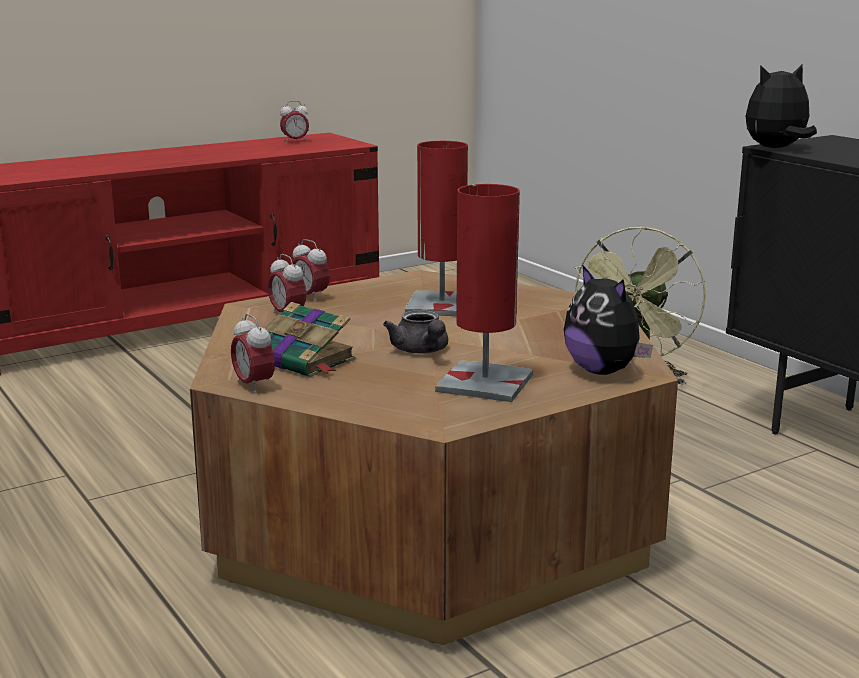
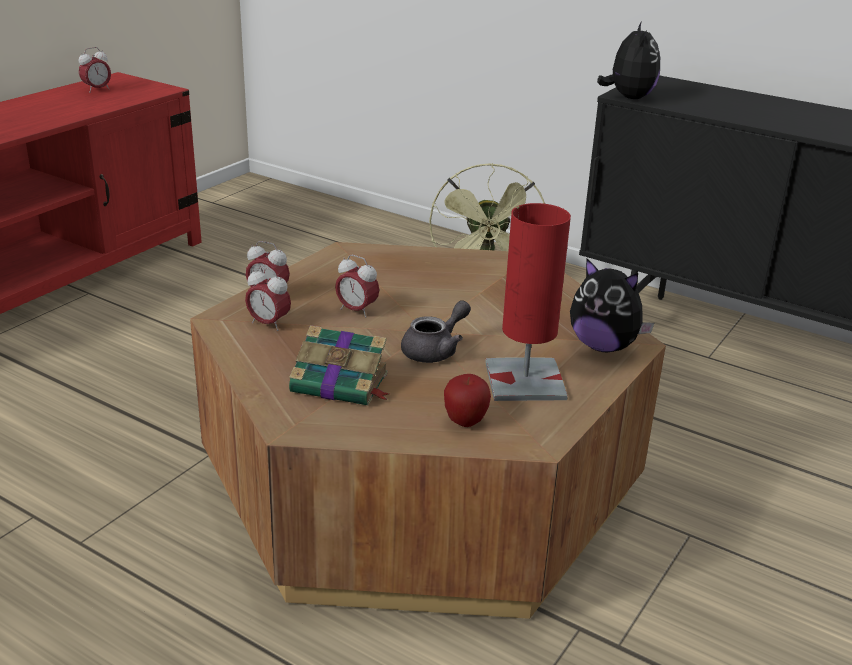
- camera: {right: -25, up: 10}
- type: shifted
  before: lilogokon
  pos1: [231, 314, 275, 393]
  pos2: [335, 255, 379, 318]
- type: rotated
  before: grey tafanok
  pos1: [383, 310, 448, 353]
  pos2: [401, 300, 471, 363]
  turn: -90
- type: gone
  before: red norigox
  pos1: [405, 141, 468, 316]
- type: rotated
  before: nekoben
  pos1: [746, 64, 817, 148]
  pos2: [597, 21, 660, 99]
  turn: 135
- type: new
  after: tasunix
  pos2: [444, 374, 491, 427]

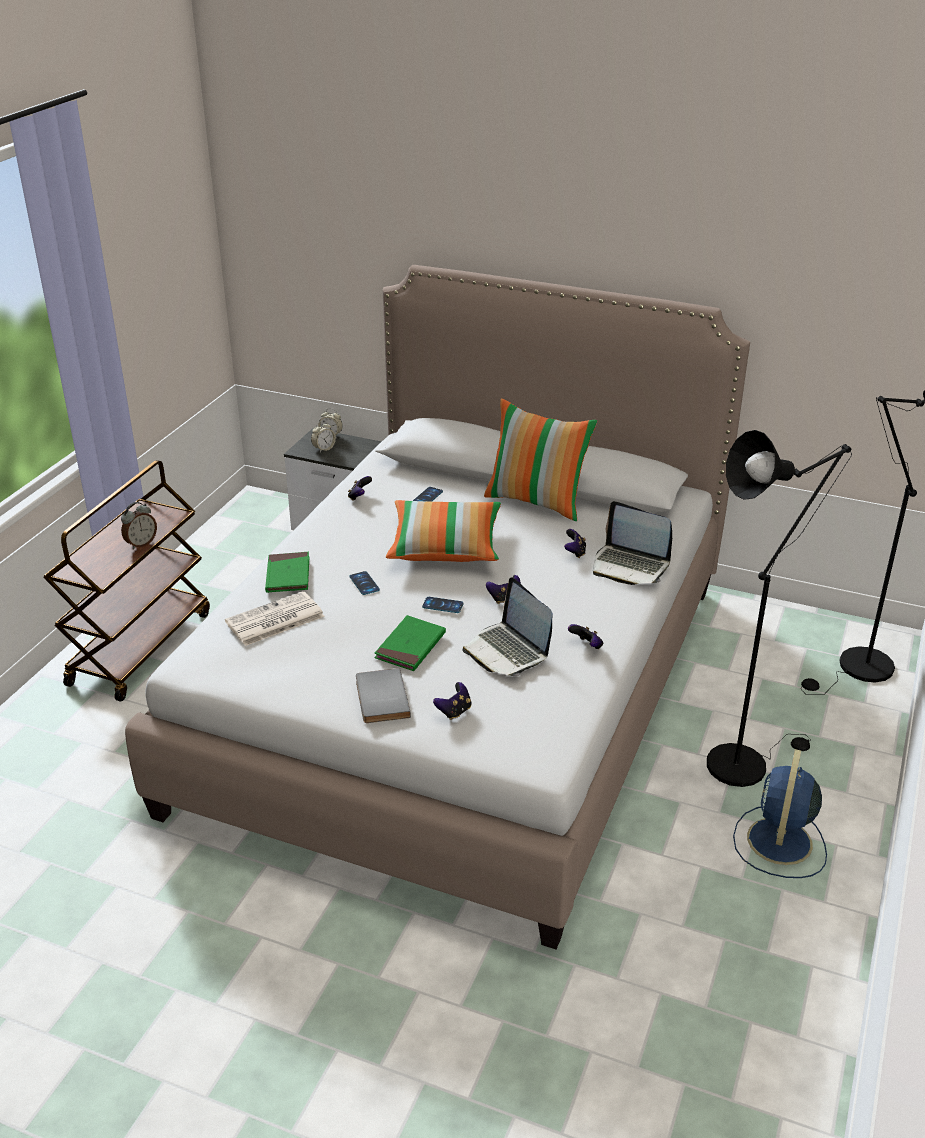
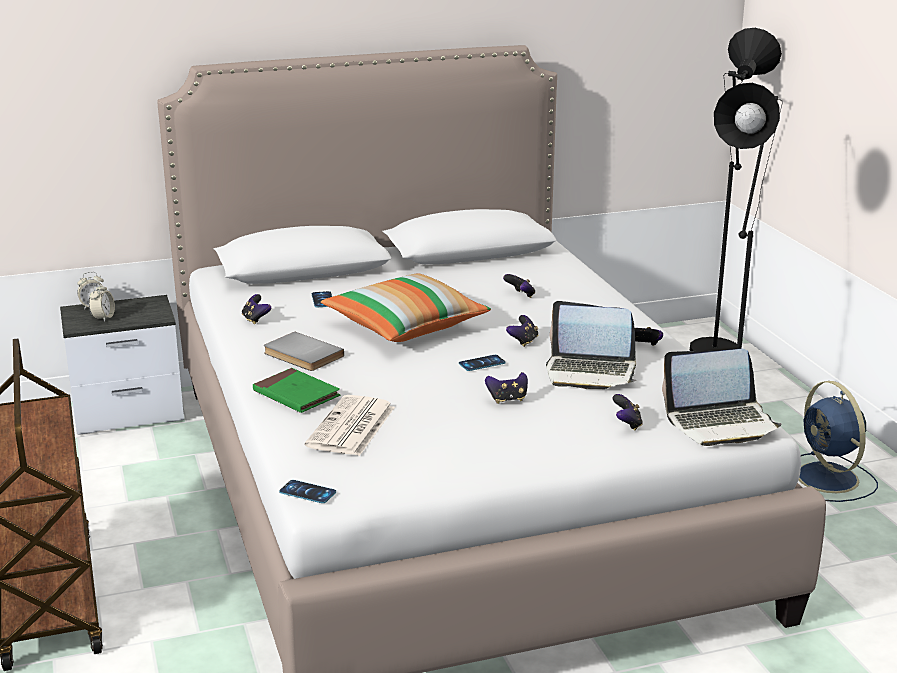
- camera: {right: -40, up: -10}
- type: gone
  before: lilogokon
  pos1: [121, 502, 157, 549]
- type: shifted
  before: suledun
  pos1: [349, 571, 380, 595]
  pos2: [279, 480, 336, 503]
- type: shifted
  before: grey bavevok
  pos1: [356, 668, 411, 723]
  pos2: [264, 332, 344, 371]
- type: swapped
  before: green bavevok
  after: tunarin
  pos1: [374, 615, 446, 671]
  pos2: [485, 372, 528, 404]
- type: gone
  before: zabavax
  pos1: [484, 399, 597, 521]
- type: shifted
  before: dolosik
  pos1: [593, 501, 672, 585]
  pos2: [662, 349, 782, 446]

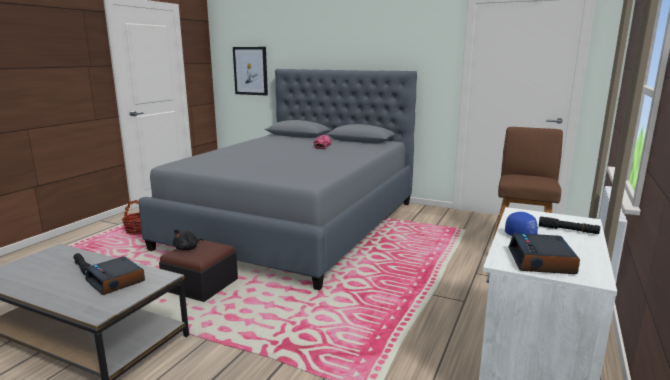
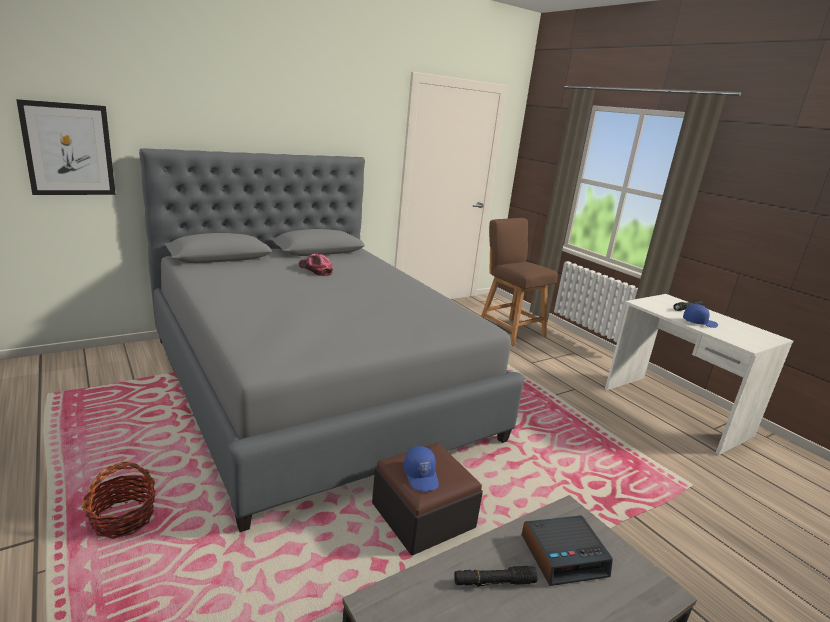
- camera: {right: -60, up: 5}
- type: swapped
  before: black nekoben
  after: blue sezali
  pos1: [173, 229, 204, 250]
  pos2: [404, 446, 439, 491]
- type: gone
  before: lilogokon
  pos1: [509, 233, 580, 274]

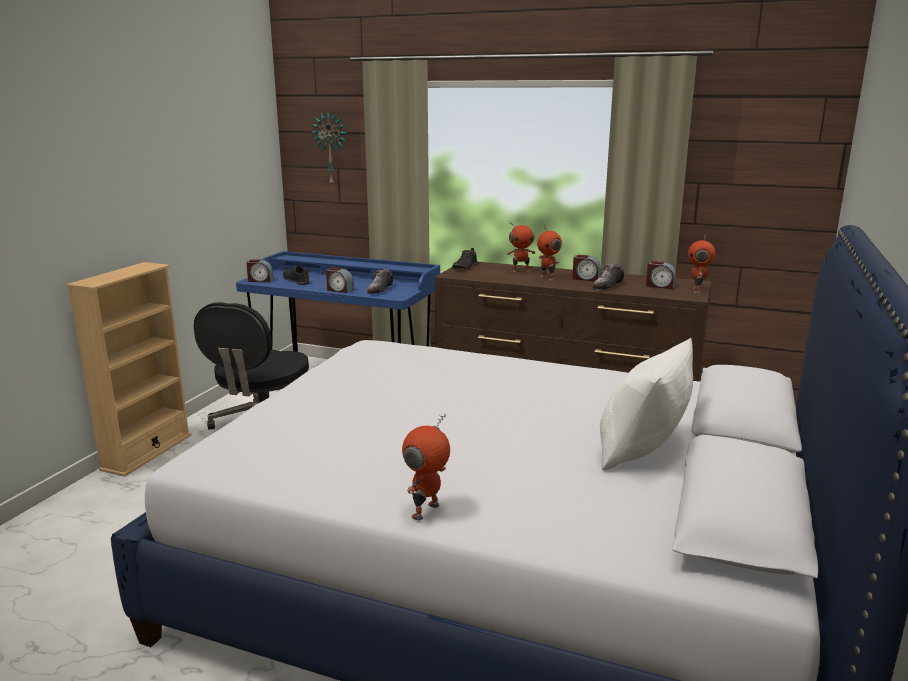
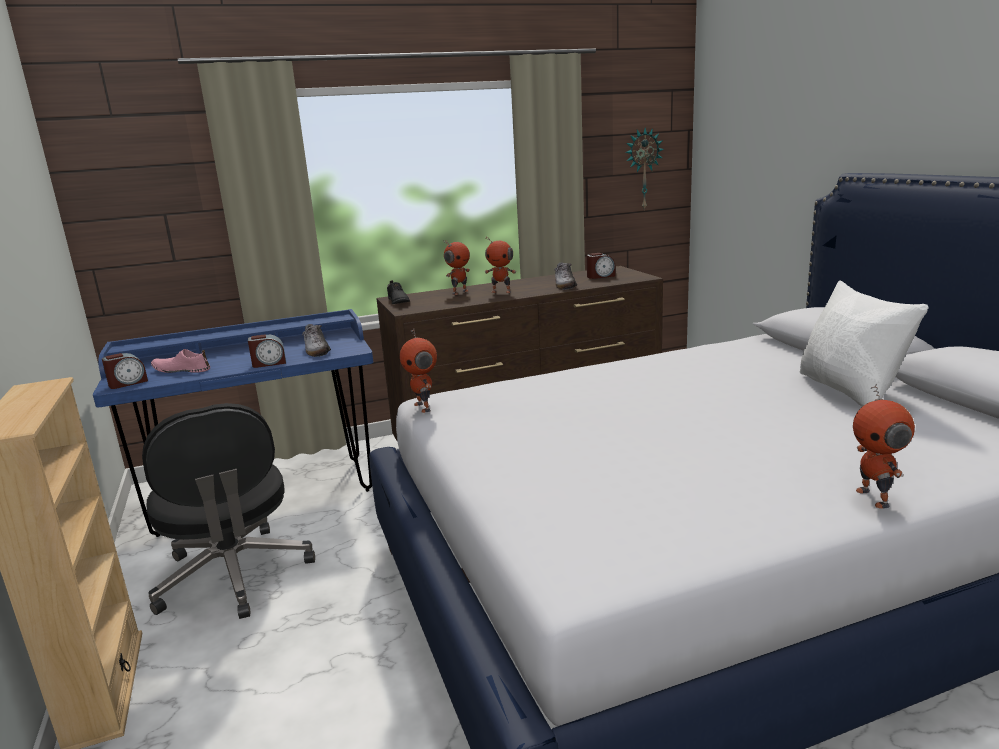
- camera: {right: -40, up: 0}
- type: repainted
  before: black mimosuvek
  after: pink mimosuvek
  pos1: [283, 266, 310, 285]
  pos2: [151, 349, 210, 373]
- type: shifted
  before: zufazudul
  pos1: [312, 112, 346, 185]
  pos2: [625, 128, 664, 211]
- type: gone
  before: lilogokon
  pos1: [572, 255, 601, 281]
- type: shifted
  before: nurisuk
  pos1: [688, 235, 715, 294]
  pos2: [400, 330, 437, 413]

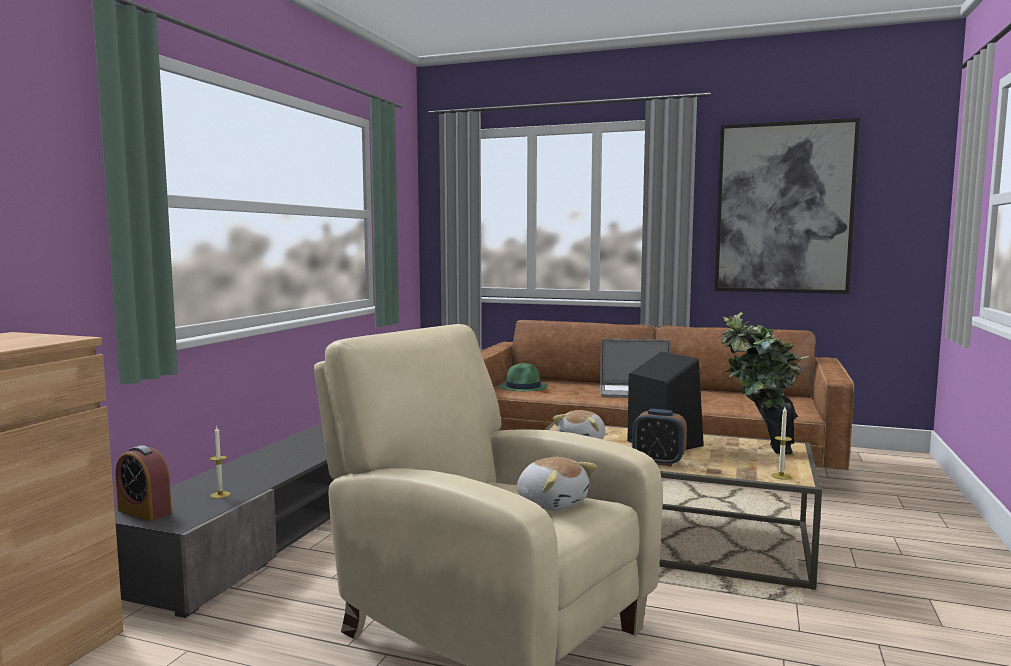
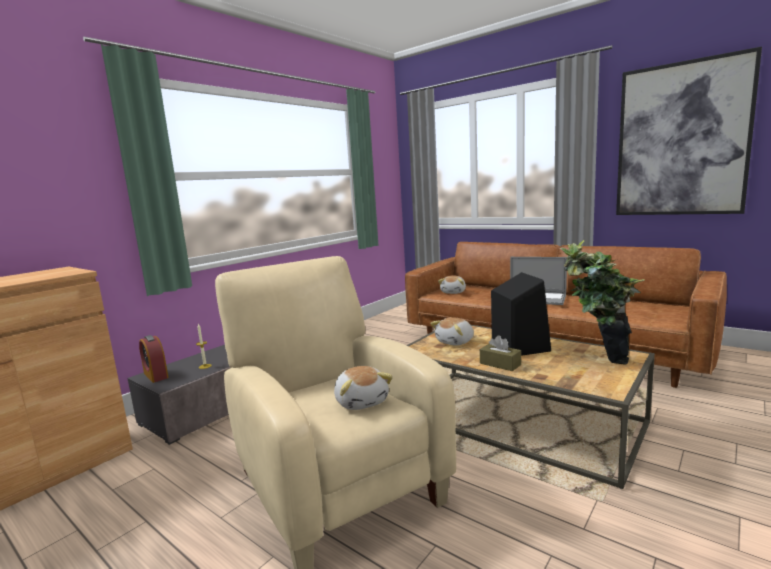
- camera: {right: 20, up: 5}
- type: swapped
  before: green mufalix
  after: nekoben
  pos1: [499, 363, 548, 391]
  pos2: [438, 275, 466, 294]
- type: swapped
  before: lilogokon
  after: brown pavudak
  pos1: [632, 409, 687, 466]
  pos2: [480, 335, 521, 371]
- type: gone
  before: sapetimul
  pos1: [771, 407, 792, 480]

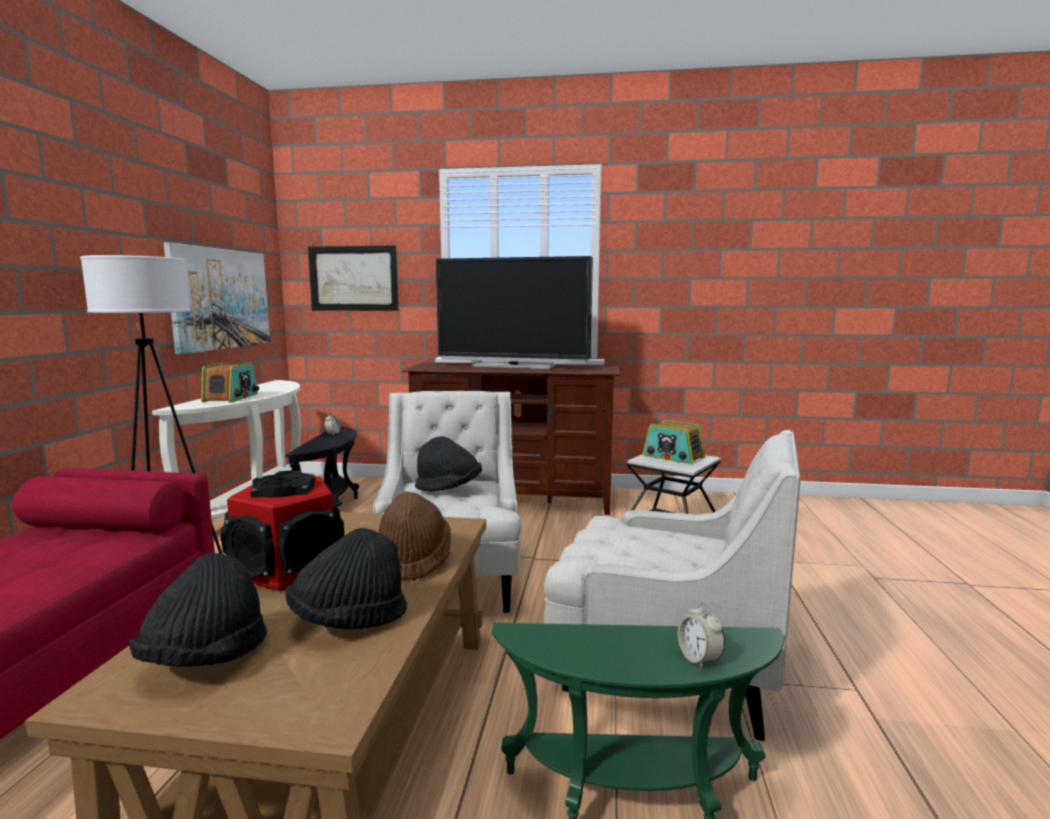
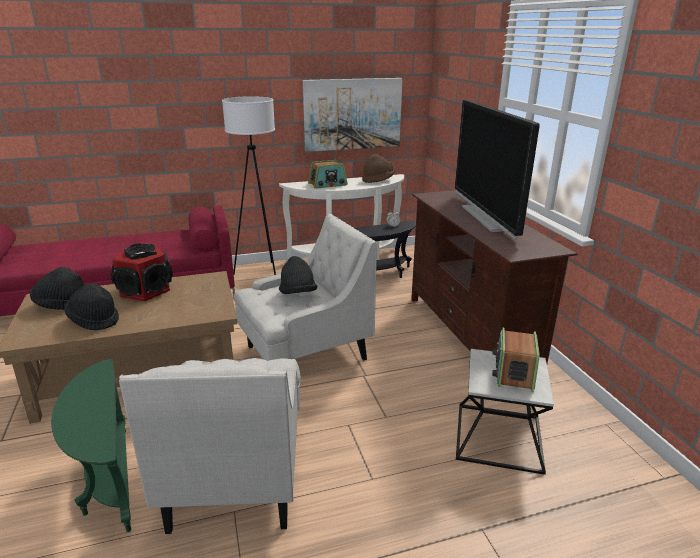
- camera: {right: 65, up: 15}
- type: gone
  before: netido
  pos1: [308, 246, 398, 311]
- type: shifted
  before: brown mufalix
  pos1: [378, 491, 451, 581]
  pos2: [362, 154, 395, 183]
- type: gone
  before: lilogokon
  pos1: [678, 601, 725, 669]

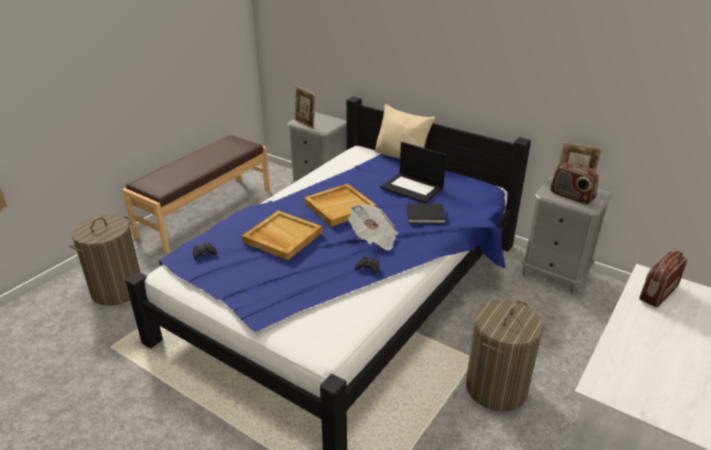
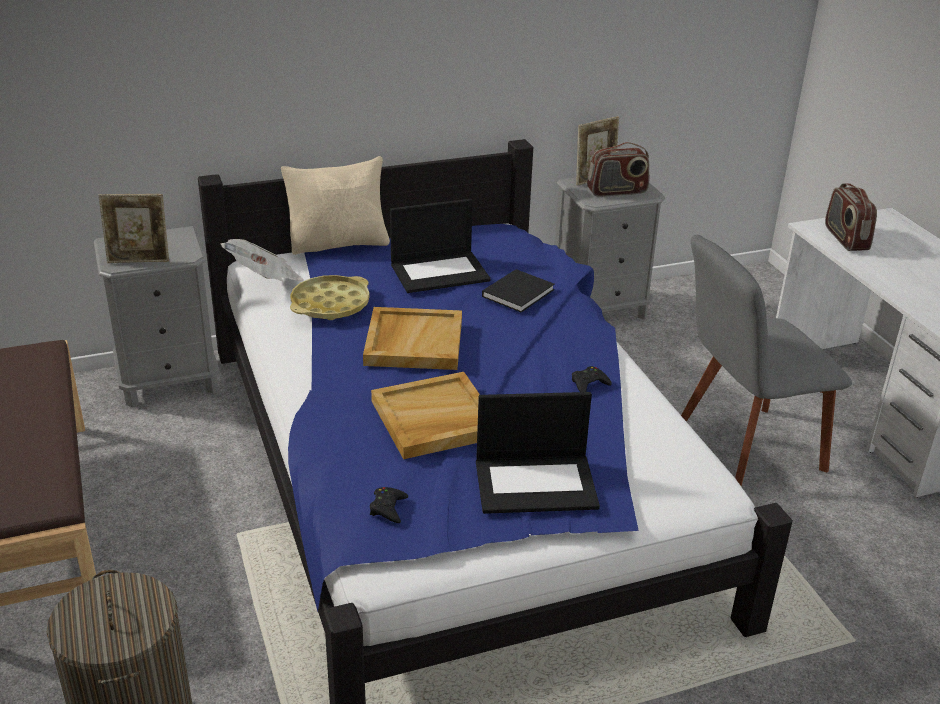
- camera: {right: -55, up: 0}
- type: shifted
  before: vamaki
  pos1: [348, 204, 398, 250]
  pos2: [220, 239, 303, 281]
- type: swapped
  before: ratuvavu
  after: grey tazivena
  pos1: [466, 300, 543, 411]
  pos2: [681, 235, 852, 487]
- type: new
  after: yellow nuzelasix
  pos2: [290, 275, 370, 320]
- type: new
  after: dolosik
  pos2: [476, 392, 600, 514]

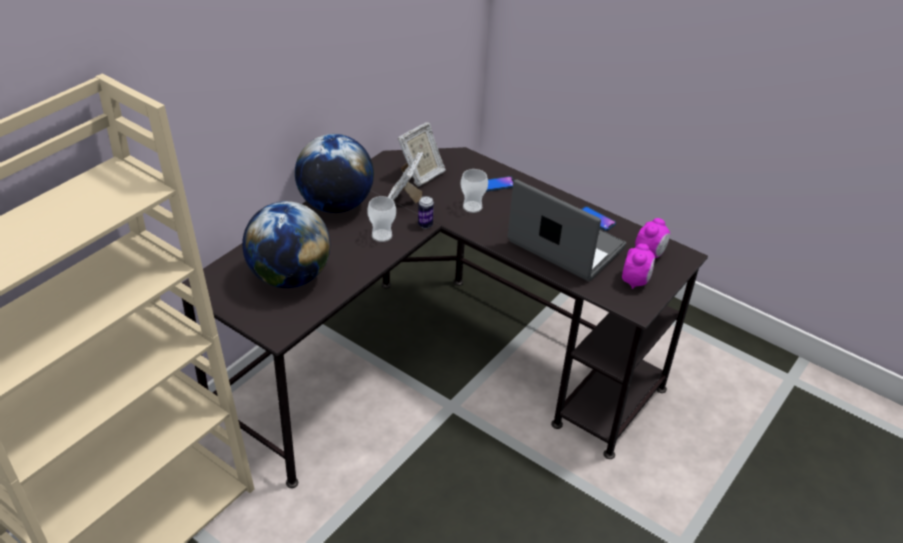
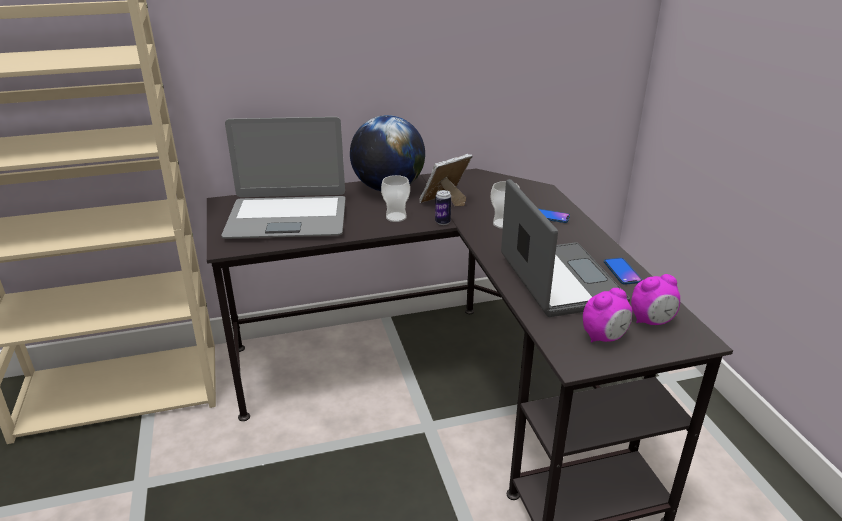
- camera: {right: 40, up: -10}
- type: swapped
  before: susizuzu
  after: dolosik
  pos1: [242, 201, 330, 288]
  pos2: [221, 117, 345, 239]
- type: gone
  before: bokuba
  pos1: [398, 122, 446, 187]

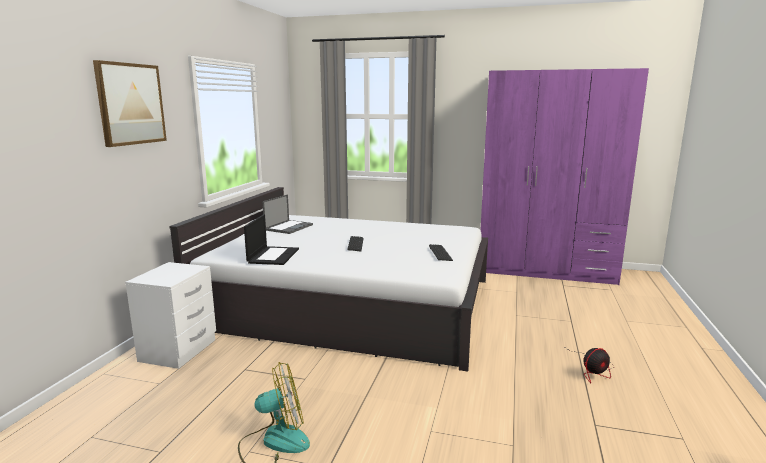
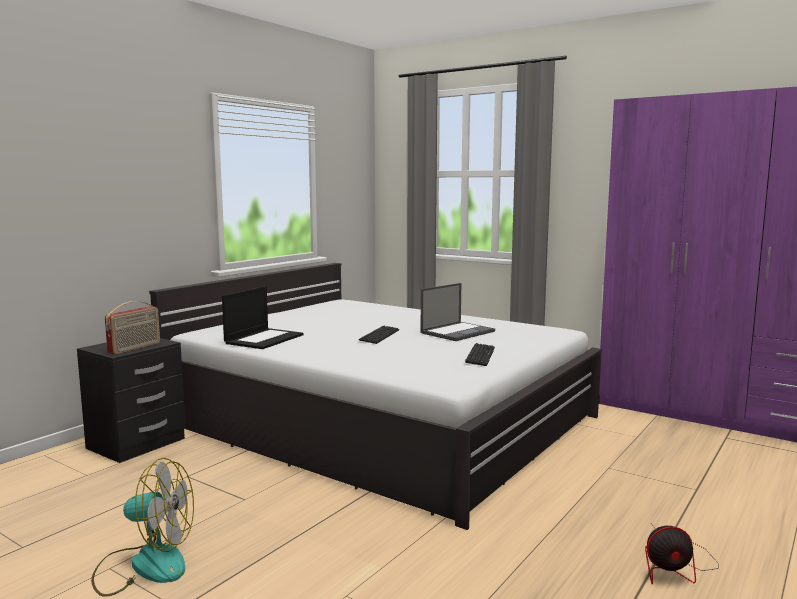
- camera: {right: 20, up: -5}
- type: gone
  before: netido
  pos1: [93, 60, 167, 147]
- type: repainted
  before: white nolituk
  after: black nolituk
  pos1: [125, 262, 216, 369]
  pos2: [77, 338, 186, 463]
- type: shifted
  before: dolosik
  pos1: [263, 194, 313, 234]
  pos2: [421, 283, 495, 341]
- type: new
  after: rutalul
  pos2: [105, 301, 160, 355]

